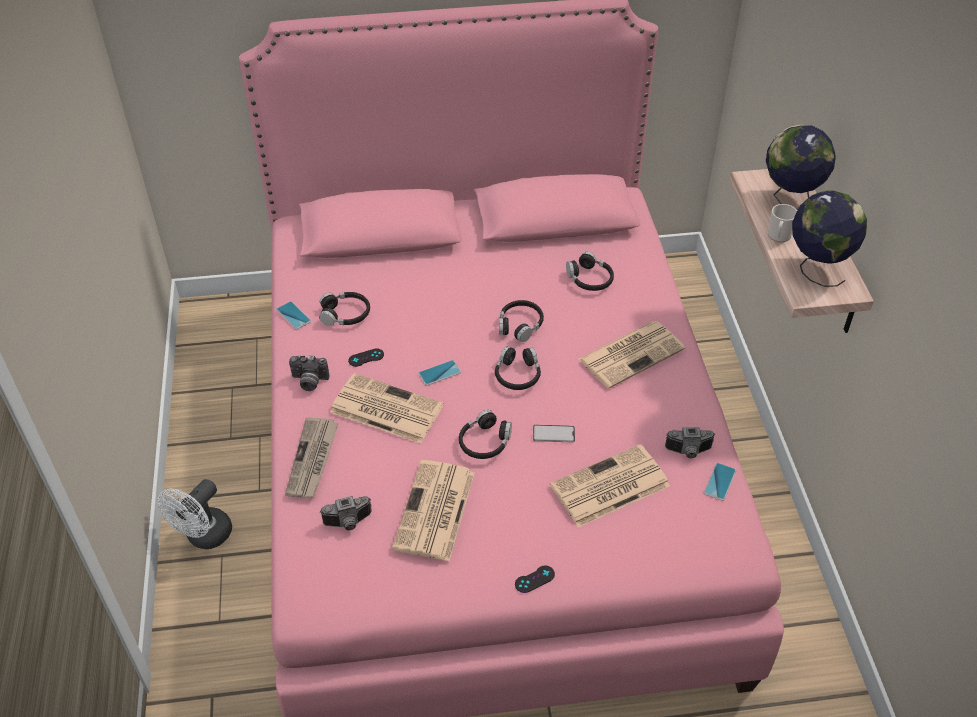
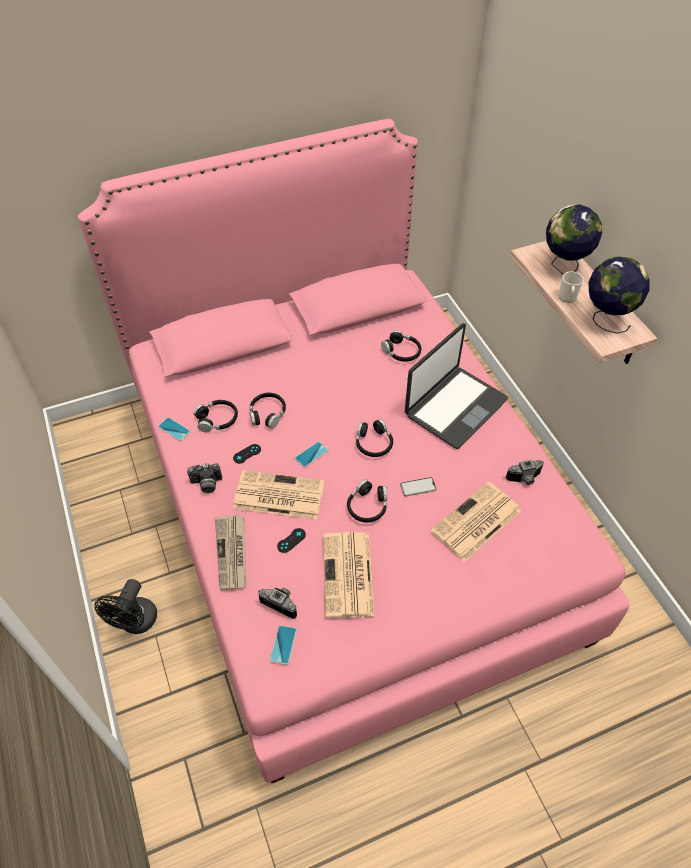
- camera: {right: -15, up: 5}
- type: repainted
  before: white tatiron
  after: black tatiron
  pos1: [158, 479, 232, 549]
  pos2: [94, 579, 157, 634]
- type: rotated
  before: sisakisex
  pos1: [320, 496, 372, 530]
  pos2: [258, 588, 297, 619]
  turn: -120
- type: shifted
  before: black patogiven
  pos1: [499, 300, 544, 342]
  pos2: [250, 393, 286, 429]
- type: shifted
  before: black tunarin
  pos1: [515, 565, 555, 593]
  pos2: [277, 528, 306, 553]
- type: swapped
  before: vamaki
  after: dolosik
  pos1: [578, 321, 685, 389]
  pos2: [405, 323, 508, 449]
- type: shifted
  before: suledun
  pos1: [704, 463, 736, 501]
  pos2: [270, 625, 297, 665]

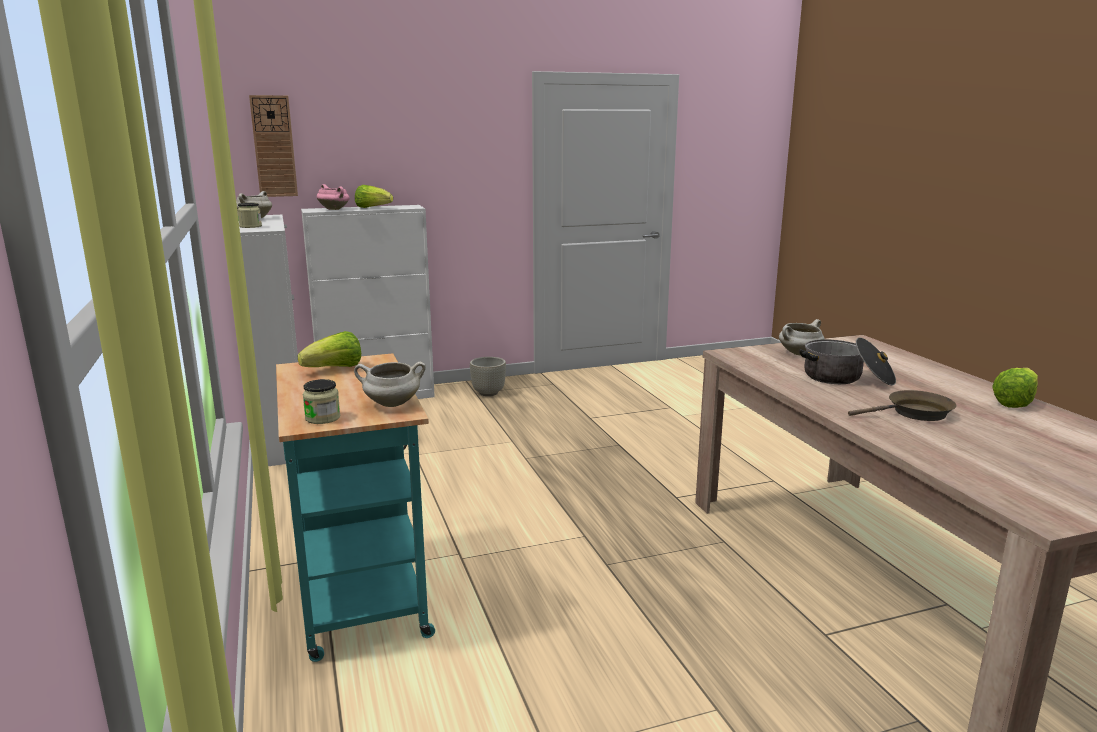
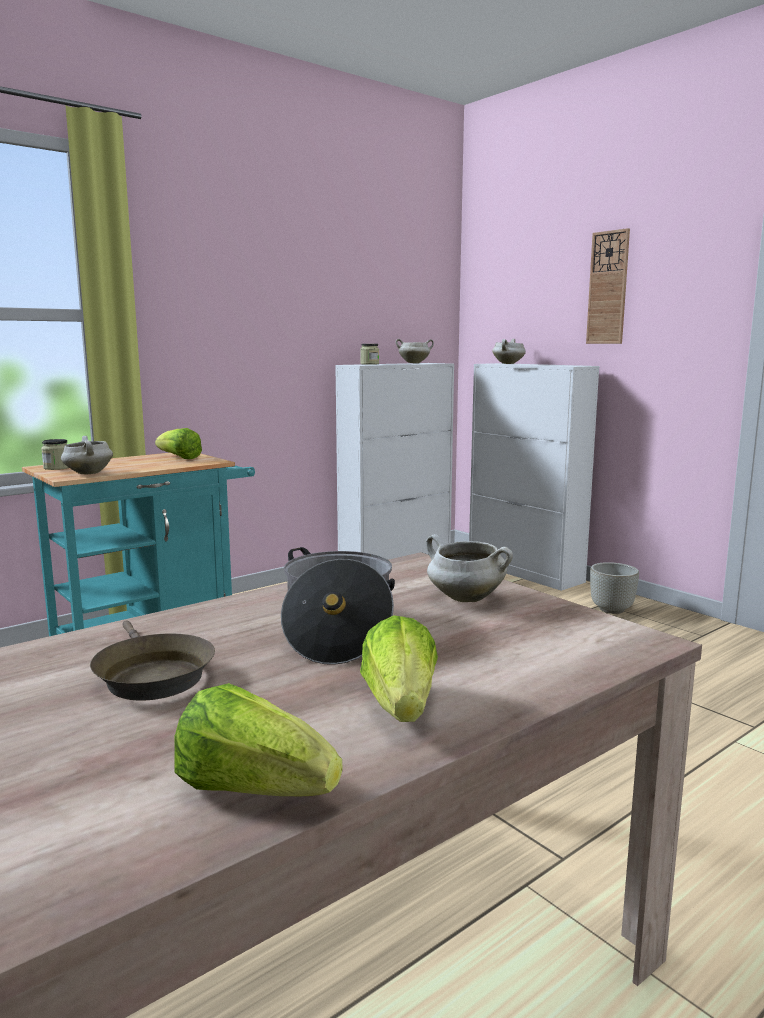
- camera: {right: 70, up: -5}
- type: shifted
  before: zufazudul
  pos1: [249, 95, 298, 197]
  pos2: [586, 228, 630, 344]
- type: repainted
  before: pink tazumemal
  after: white tazumemal
  pos1: [317, 184, 350, 210]
  pos2: [492, 339, 526, 364]
- type: shifted
  before: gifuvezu
  pos1: [355, 185, 393, 208]
  pos2: [360, 615, 438, 722]

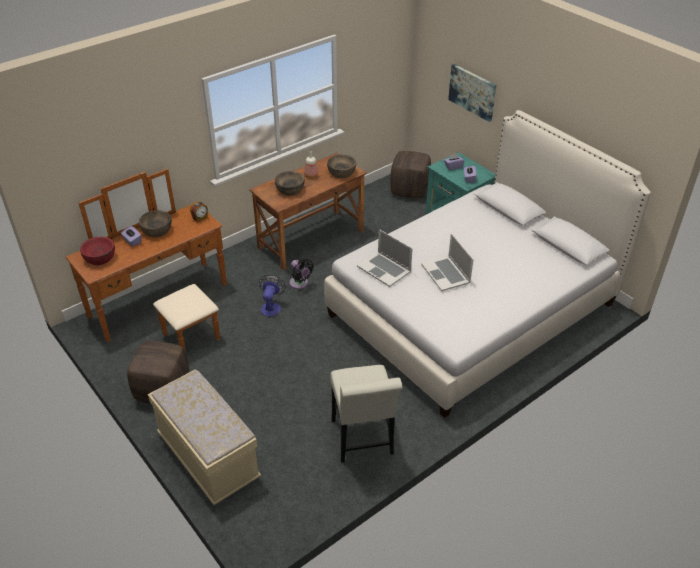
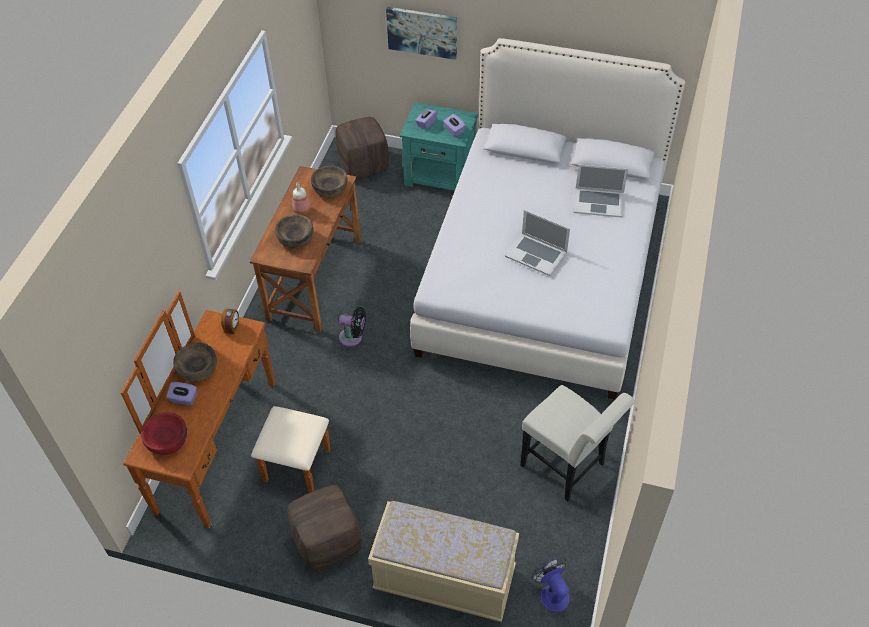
- camera: {right: -35, up: 10}
- type: shifted
  before: tatiron
  pos1: [259, 275, 286, 317]
  pos2: [531, 557, 569, 612]
- type: shifted
  before: dolosik
  pos1: [357, 229, 413, 287]
  pos2: [574, 164, 628, 218]

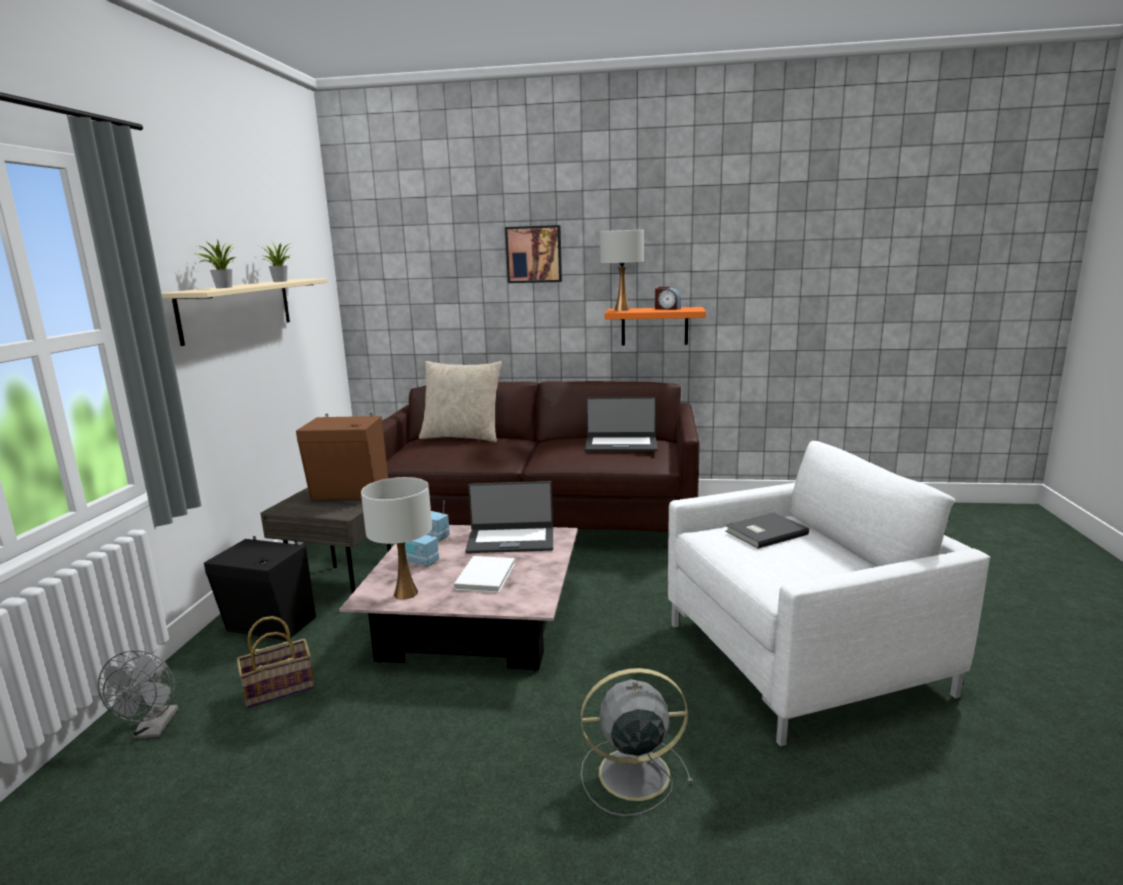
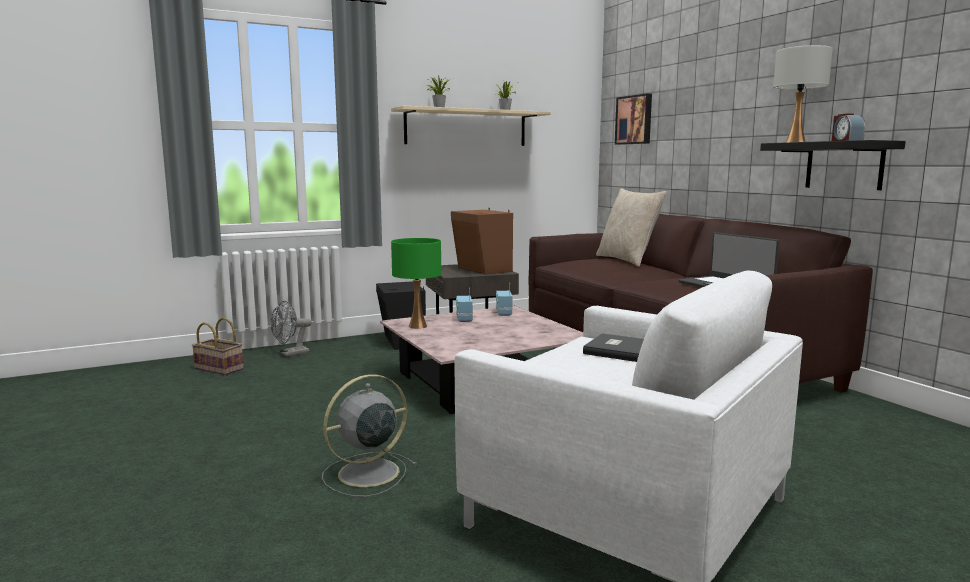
- camera: {right: 55, up: -5}
- type: shifted
  before: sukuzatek
  pos1: [237, 616, 314, 708]
  pos2: [192, 317, 243, 375]
- type: repainted
  before: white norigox
  after: green norigox
  pos1: [361, 477, 432, 600]
  pos2: [391, 238, 441, 329]
- type: gone
  before: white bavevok
  pos1: [453, 556, 515, 593]
- type: gone
  before: dolosik
  pos1: [465, 481, 553, 553]
- type: shifted
  before: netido
  pos1: [505, 225, 562, 283]
  pos2: [615, 93, 652, 145]
- type: rotated
  before: grey tatiron
  pos1: [581, 668, 693, 817]
  pos2: [322, 374, 418, 497]
  turn: -90
- type: repainted
  before: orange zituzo
  after: black zituzo
  pos1: [605, 307, 706, 346]
  pos2: [760, 140, 906, 190]

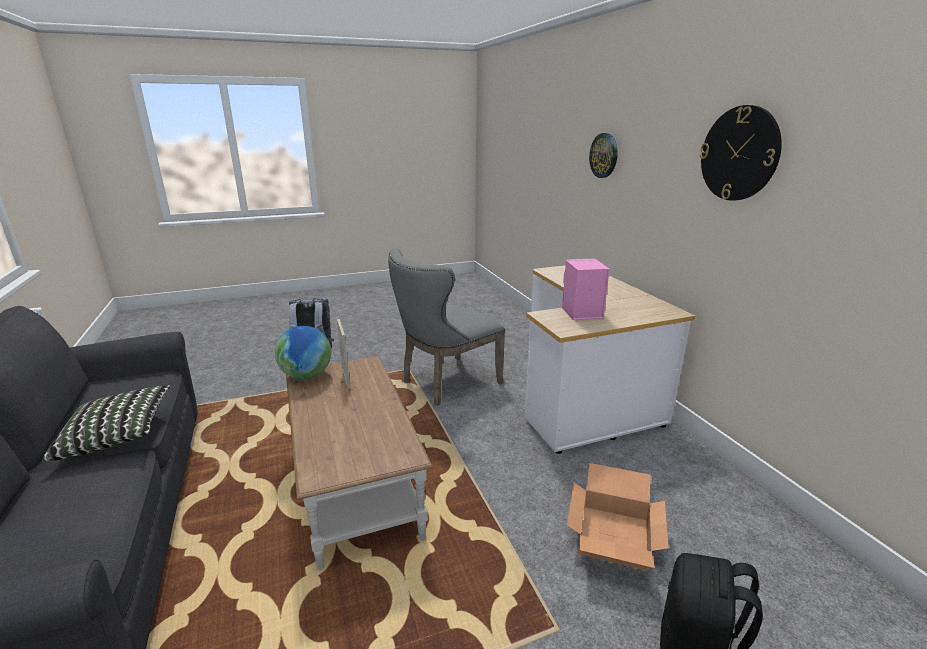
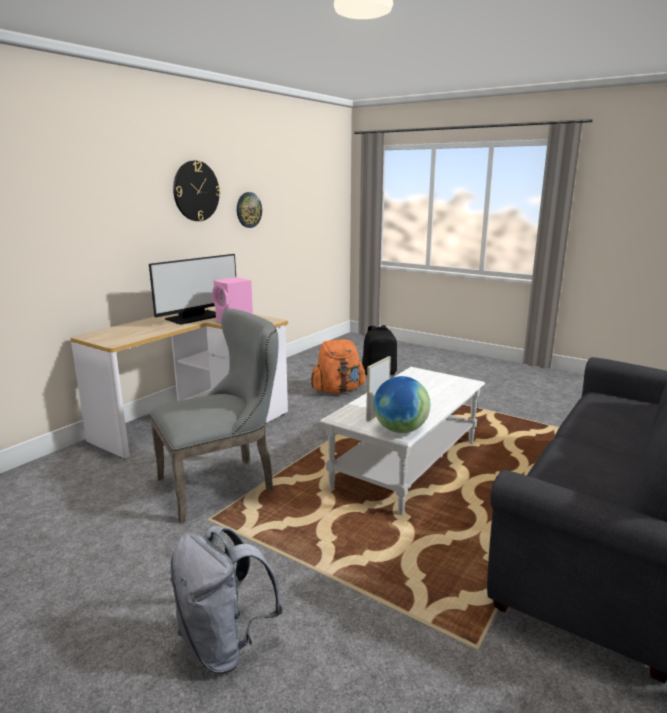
- camera: {right: -125, up: -5}
- type: gone
  before: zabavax
  pos1: [43, 385, 170, 461]
- type: repainted
  before: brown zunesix
  after: white zunesix
  pos1: [286, 356, 433, 570]
  pos2: [320, 367, 485, 515]
- type: rotated
  before: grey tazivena
  pos1: [388, 248, 505, 406]
  pos2: [149, 309, 278, 523]
  turn: -45
- type: swapped
  before: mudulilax
  after: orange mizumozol
  pos1: [567, 463, 669, 571]
  pos2: [311, 339, 365, 394]
- type: shifted
  before: zufazudul
  pos1: [589, 133, 618, 178]
  pos2: [237, 192, 262, 228]
- type: new
  after: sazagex
  pos2: [149, 254, 236, 325]

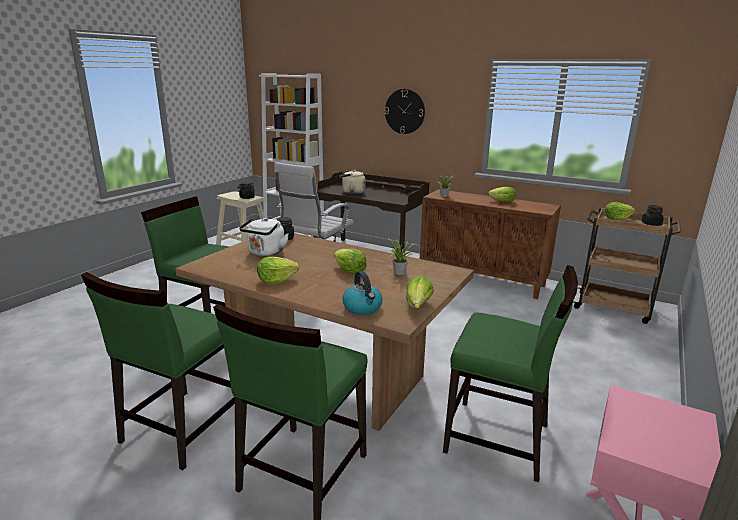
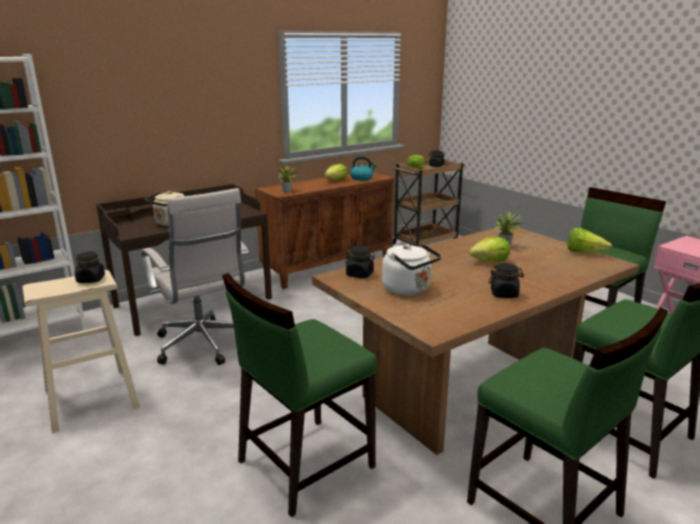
- camera: {right: -65, up: 0}
- type: swapped
  before: gifuvezu
  after: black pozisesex
  pos1: [257, 257, 299, 285]
  pos2: [489, 263, 524, 298]
- type: shifted
  before: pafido
  pos1: [342, 271, 383, 315]
  pos2: [350, 156, 377, 180]
- type: gone
  before: zufazudul
  pos1: [384, 89, 425, 134]

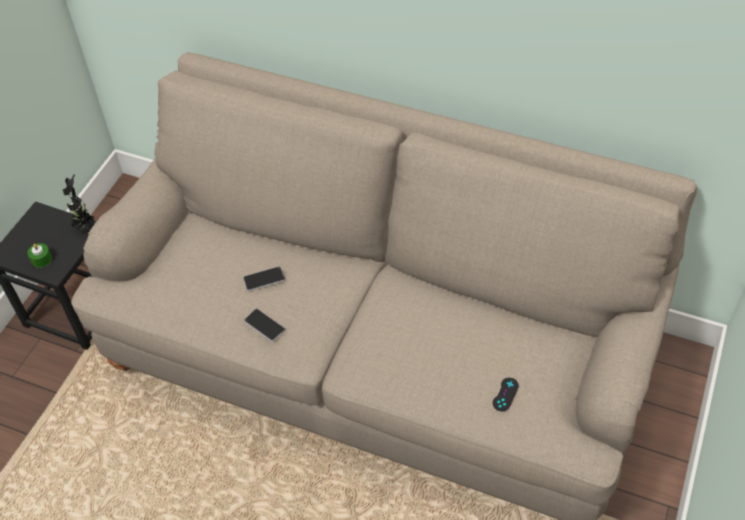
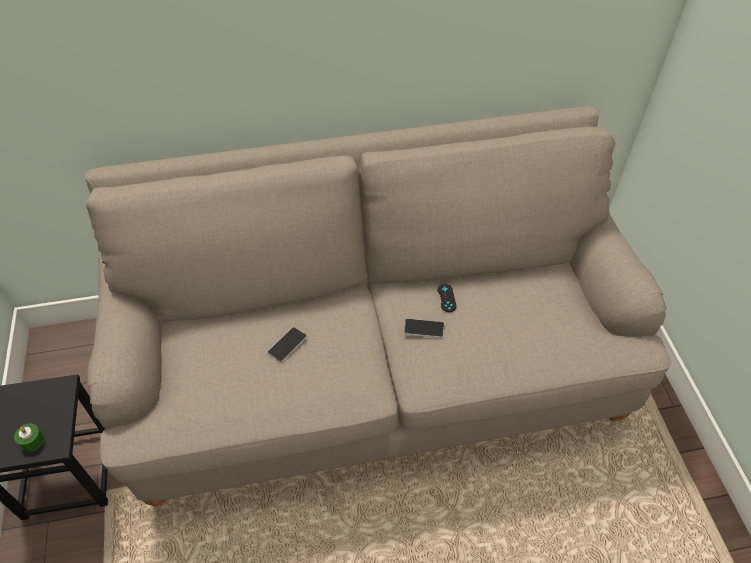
- camera: {right: -35, up: 0}
- type: gone
  before: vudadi
  pos1: [63, 174, 97, 231]
- type: shifted
  before: suledun
  pos1: [244, 309, 285, 342]
  pos2: [404, 318, 444, 338]
- type: shifted
  before: black tunarin
  pos1: [493, 378, 519, 411]
  pos2: [437, 284, 456, 312]

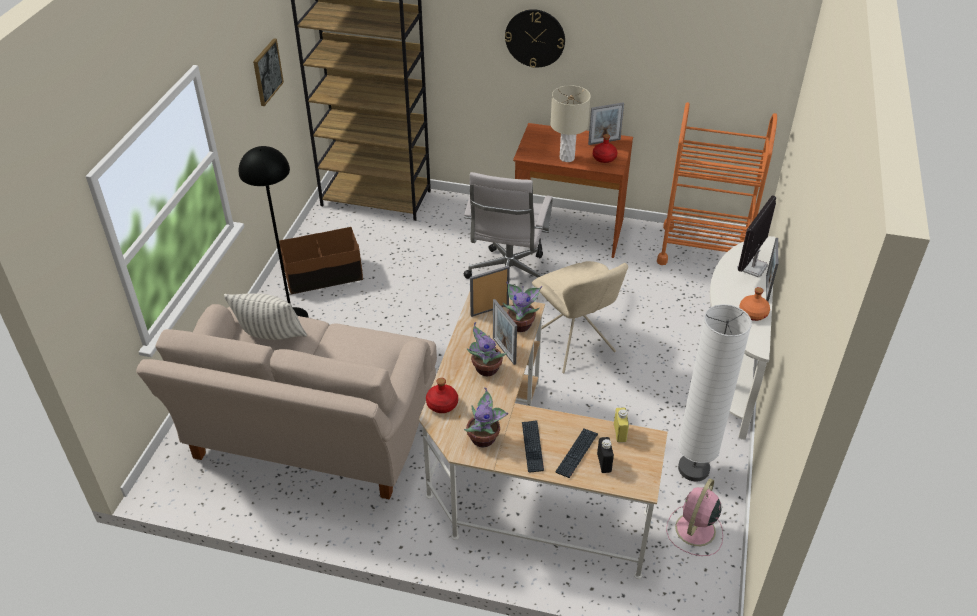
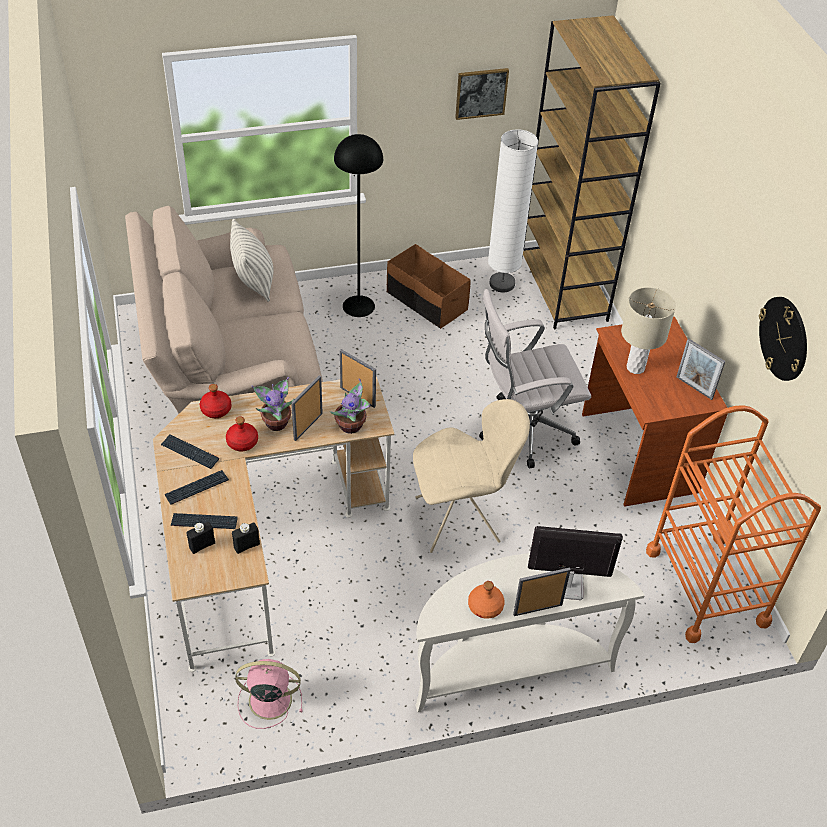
- camera: {right: 60, up: 5}
- type: swapped
  before: vudadi
  after: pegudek
  pos1: [464, 387, 508, 448]
  pos2: [161, 434, 219, 469]
- type: shifted
  before: zufazudul
  pos1: [505, 9, 565, 68]
  pos2: [759, 297, 807, 381]
- type: rotated
  before: beige tazivena
  pos1: [532, 261, 628, 373]
  pos2: [413, 399, 530, 553]
  turn: -135
- type: shifted
  before: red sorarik
  pos1: [593, 134, 617, 163]
  pos2: [226, 416, 258, 451]
- type: repainted
  before: yellow sorarik
  after: black sorarik
  pos1: [614, 408, 629, 442]
  pos2: [232, 522, 260, 554]
- type: shifted
  before: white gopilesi
  pos1: [678, 304, 752, 481]
  pos2: [488, 129, 538, 293]

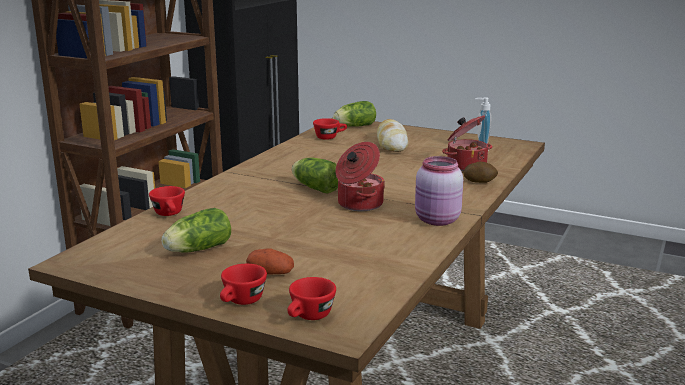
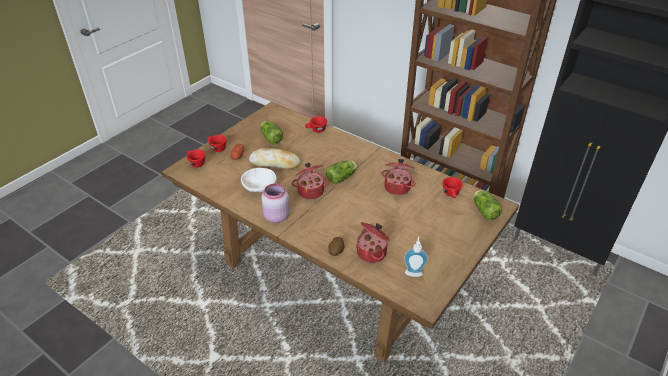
- camera: {right: 100, up: 20}
- type: shifted
  before: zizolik
  pos1: [377, 119, 408, 152]
  pos2: [249, 148, 300, 169]
- type: new
  after: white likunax
  pos2: [241, 168, 276, 192]
- type: new
  after: tazumemal
  pos2: [382, 159, 416, 195]

